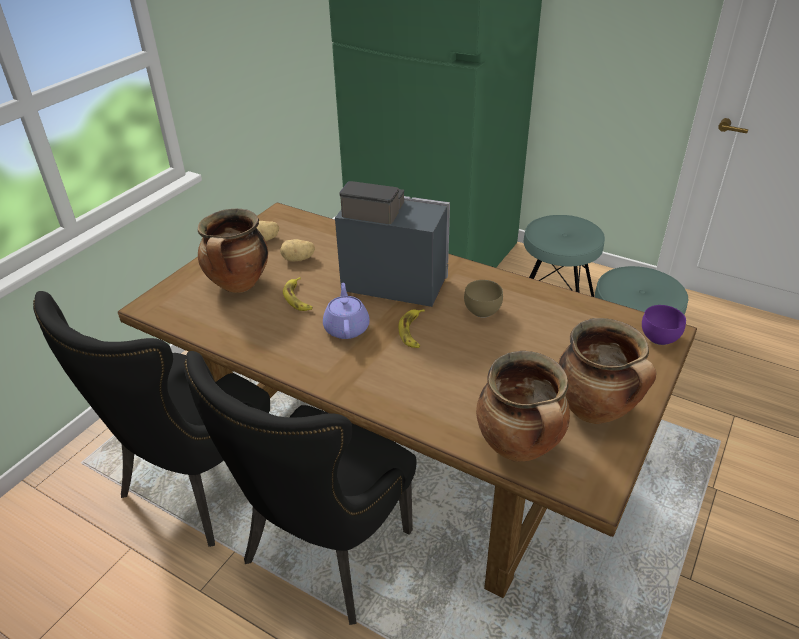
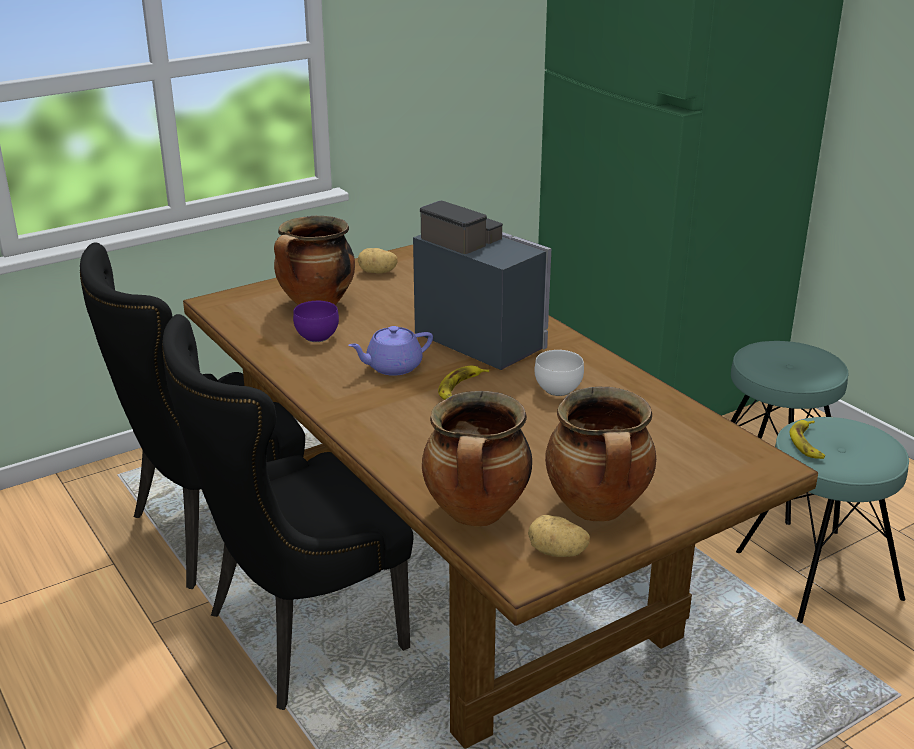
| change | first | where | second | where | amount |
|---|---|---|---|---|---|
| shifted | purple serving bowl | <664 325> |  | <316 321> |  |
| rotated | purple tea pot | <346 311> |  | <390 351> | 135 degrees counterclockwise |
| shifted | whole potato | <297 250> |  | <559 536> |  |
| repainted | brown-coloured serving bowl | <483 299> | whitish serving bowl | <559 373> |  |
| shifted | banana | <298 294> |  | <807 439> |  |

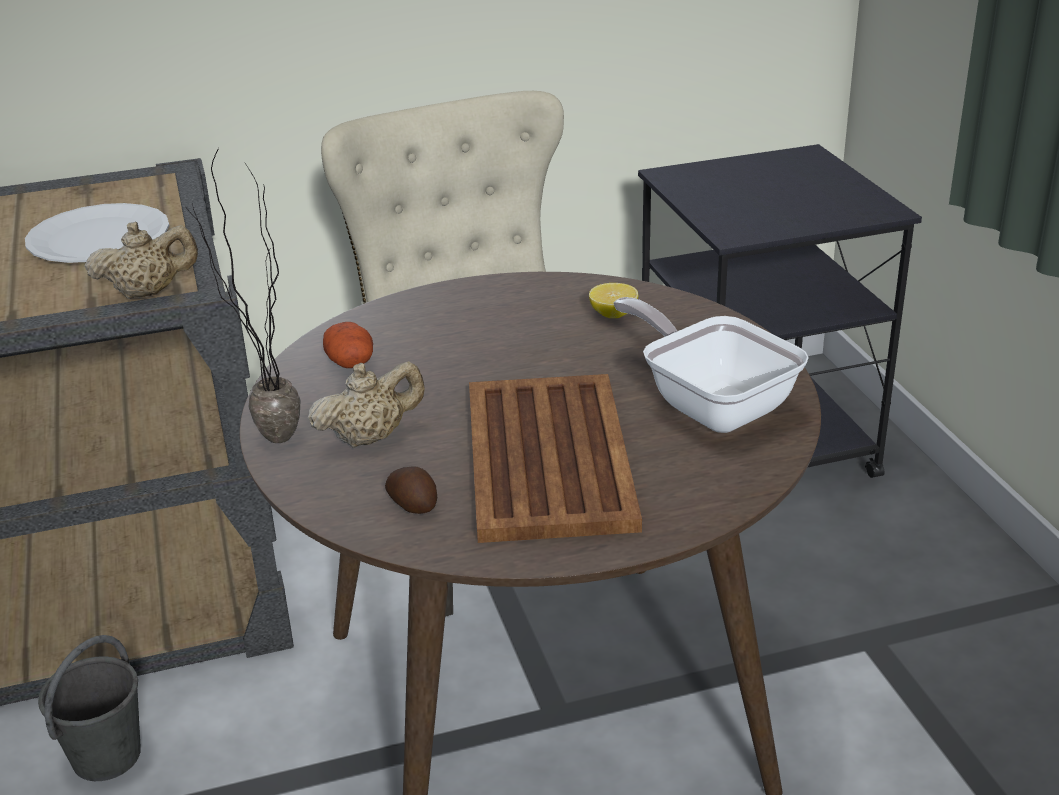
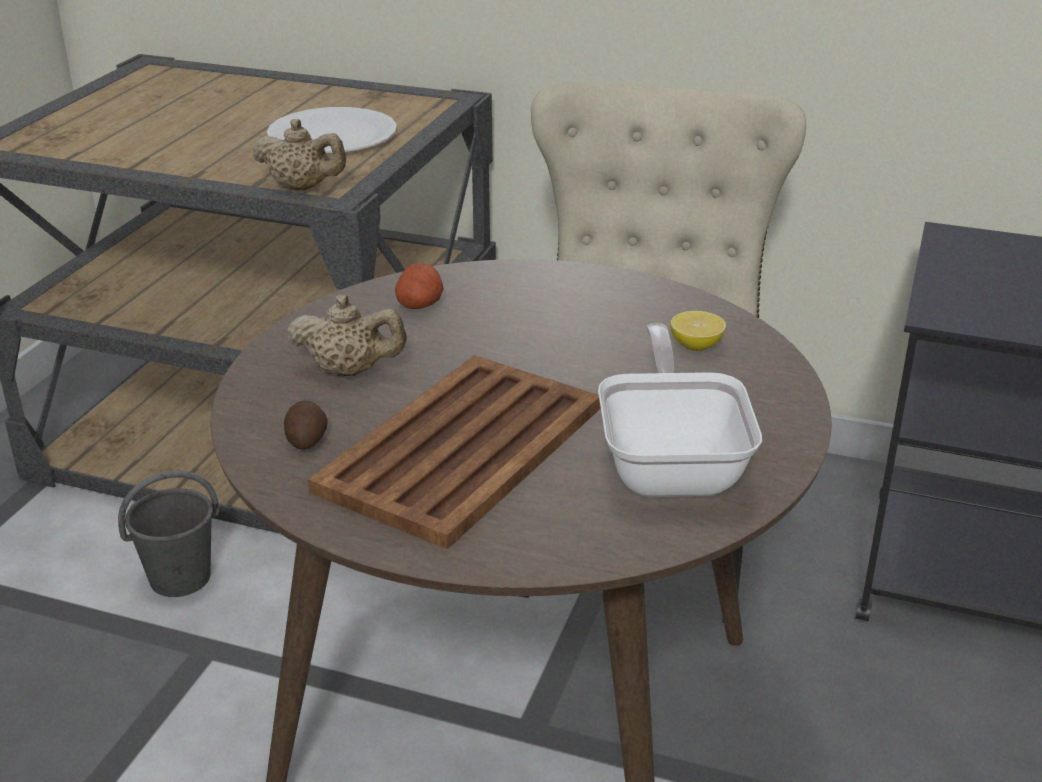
| change | first | where | second | where | amount |
|---|---|---|---|---|---|
| gone | houseplant | <242 295> |  |  |  |

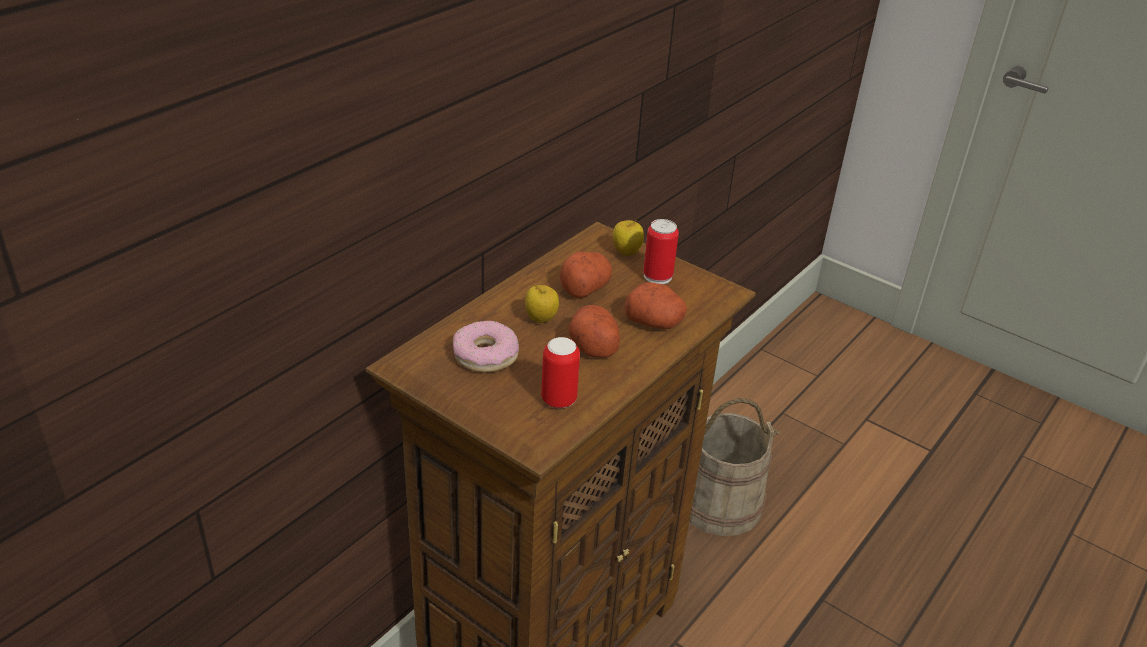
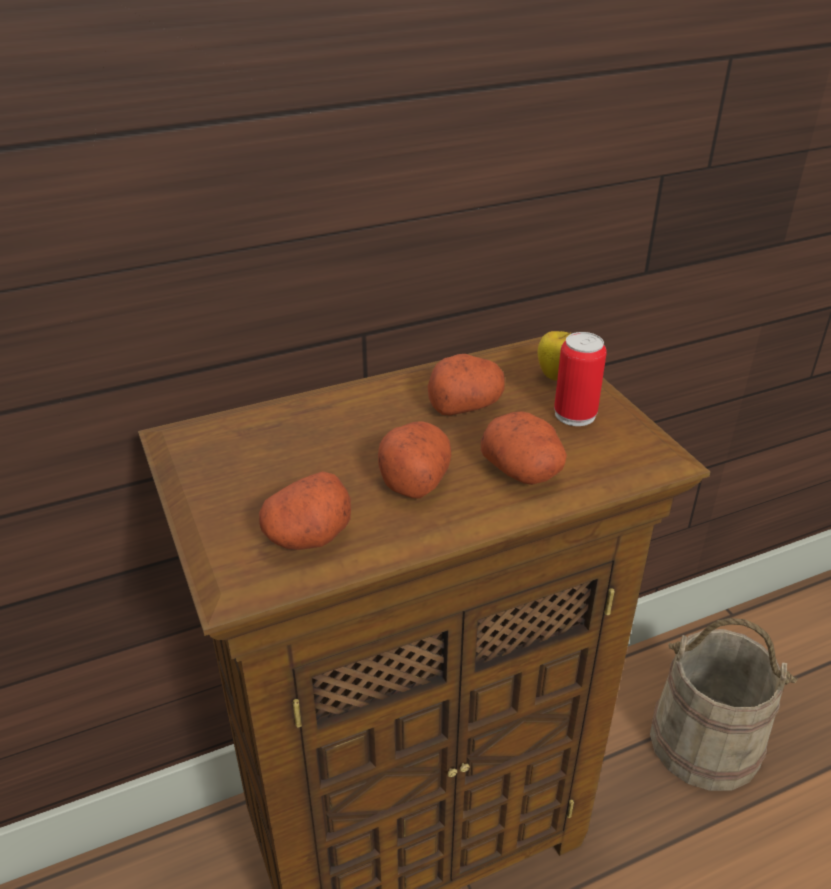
| change | first | where | second | where | amount |
|---|---|---|---|---|---|
| swapped | sealed can | <560 372> | whole potato | <305 510> |  |
| gone | ring doughnut | <486 346> |  |  |  |
| gone | apple | <542 304> |  |  |  |

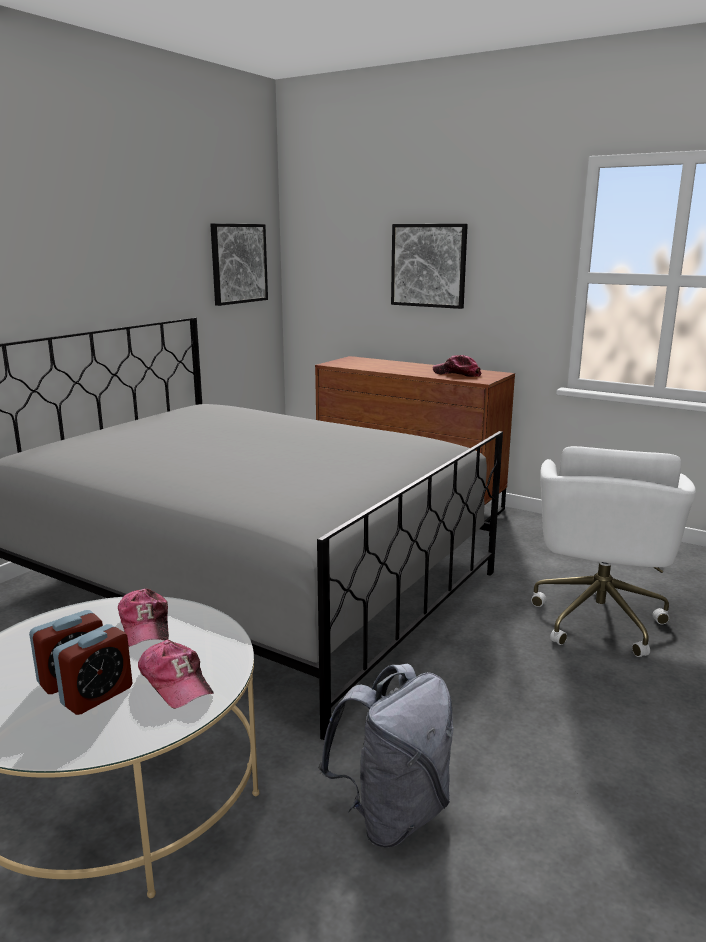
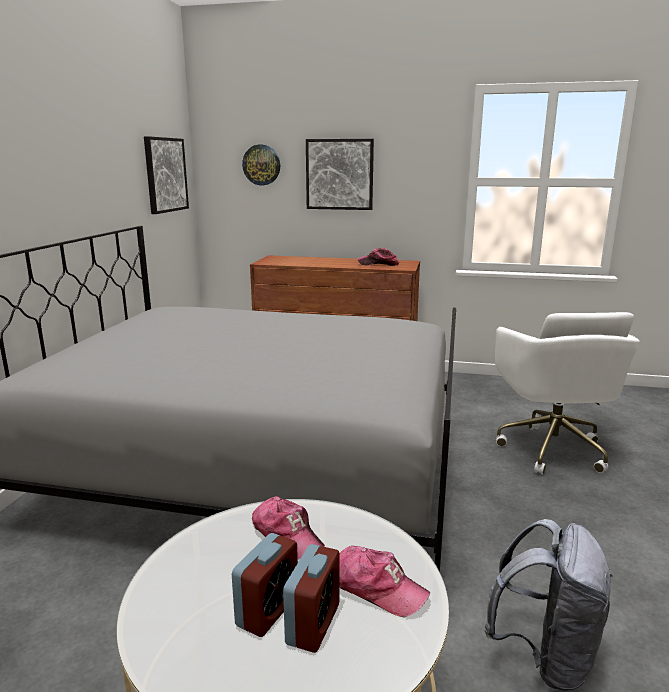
| change | first | where | second | where | amount |
|---|---|---|---|---|---|
| new |  |  | wall clock | <261 165> |  |

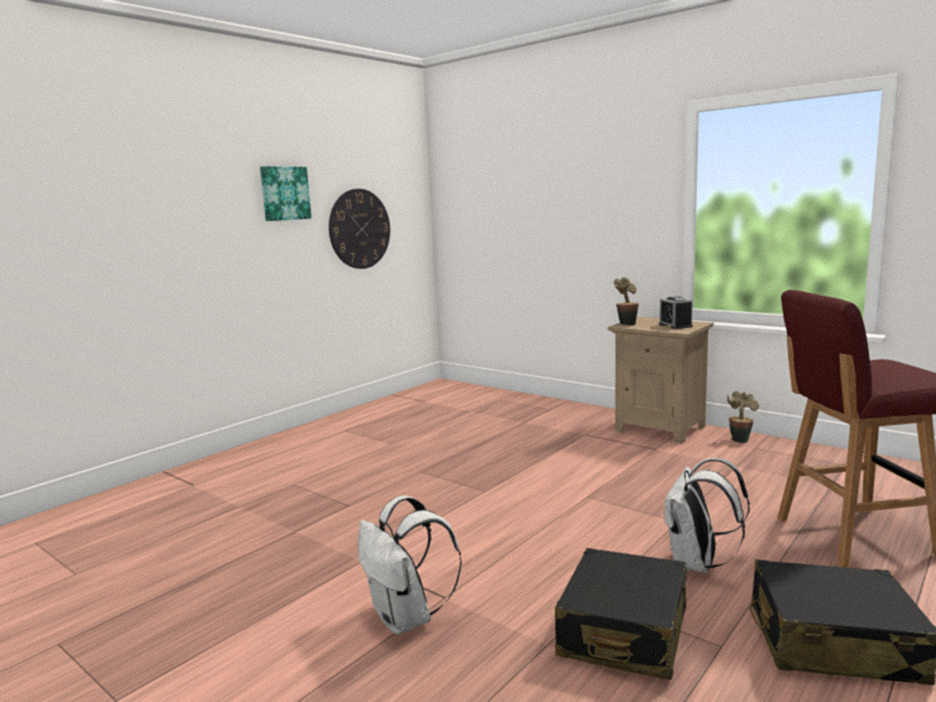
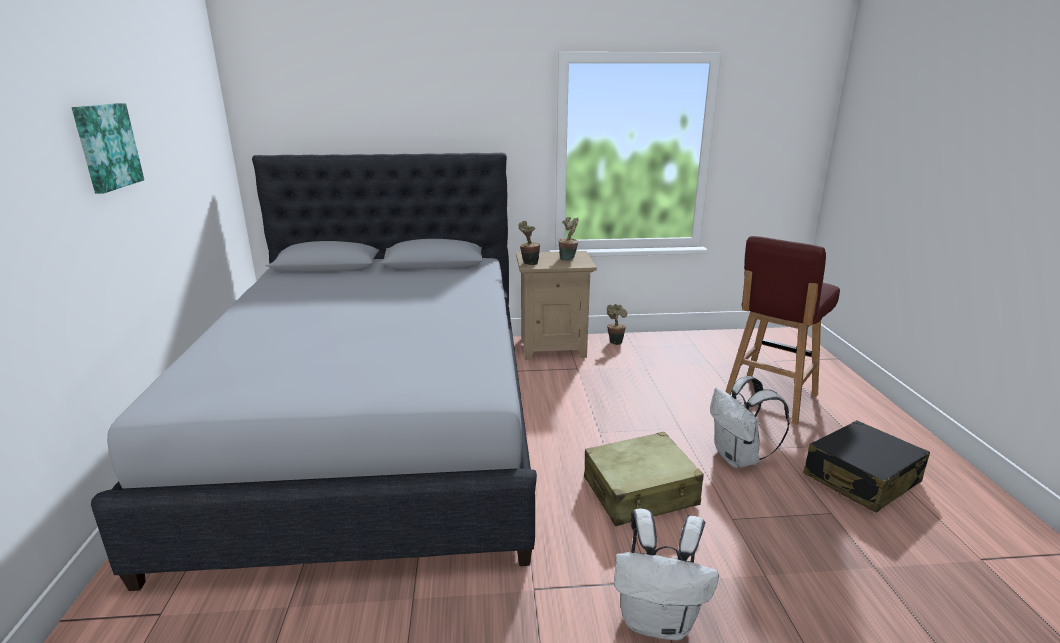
| change | first | where | second | where | amount |
|---|---|---|---|---|---|
| new |  |  | greyish sleeping bed | <314 372> |  |
| swapped | alarm clock | <676 312> | houseplant | <568 239> |  |
| new |  |  | sand-coloured travel case | <644 479> |  |
| gone | wall clock | <359 229> |  |  |  |
| gone | blackish travel case | <620 614> |  |  |  |

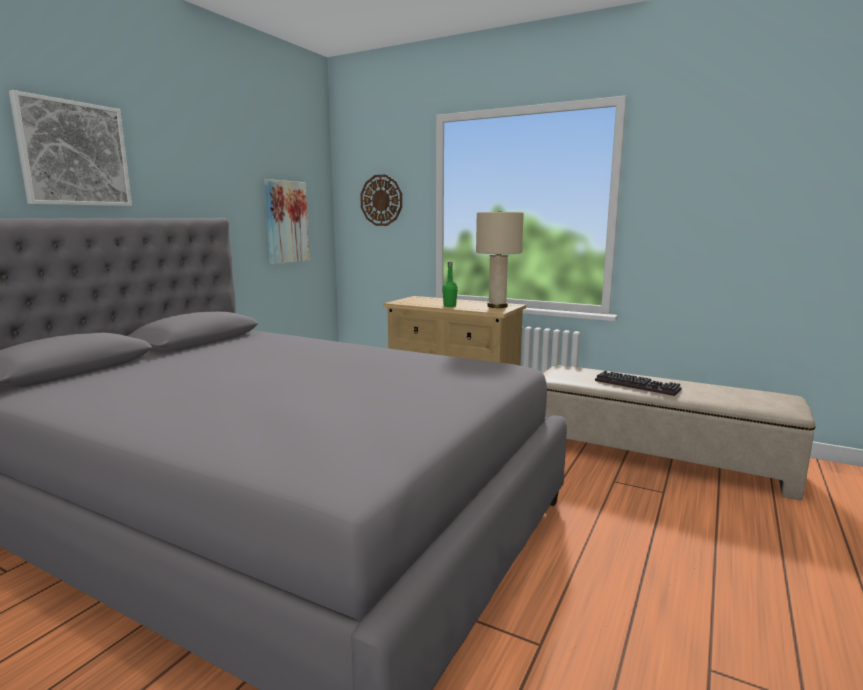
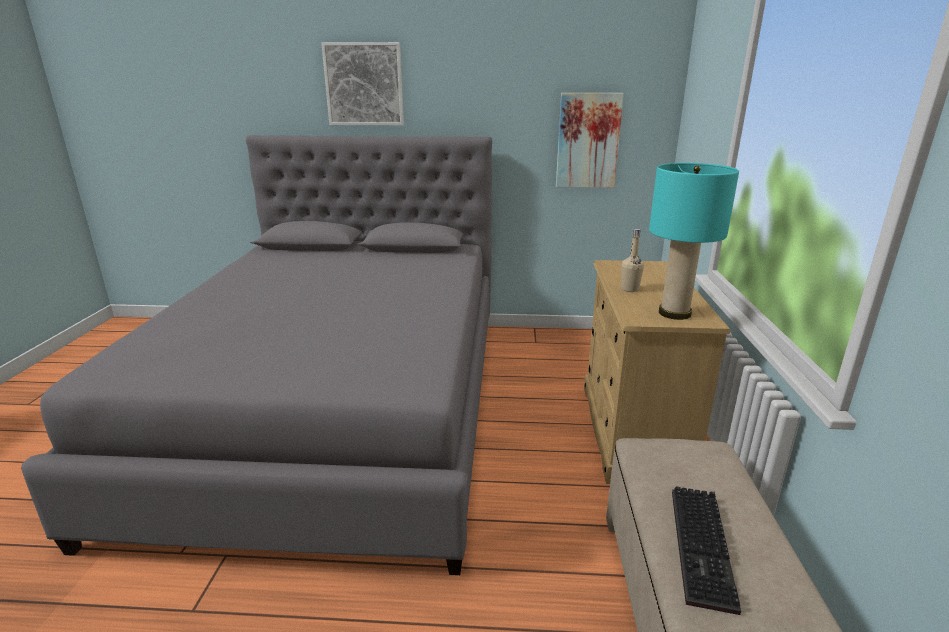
| change | first | where | second | where | amount |
|---|---|---|---|---|---|
| repainted | green-coloured bottle | <450 284> | sand-coloured bottle | <632 260> |  |
| repainted | sand-coloured tabletop lamp | <500 259> | turquoise tabletop lamp | <694 241> |  |
| gone | wall clock | <381 200> |  |  |  |

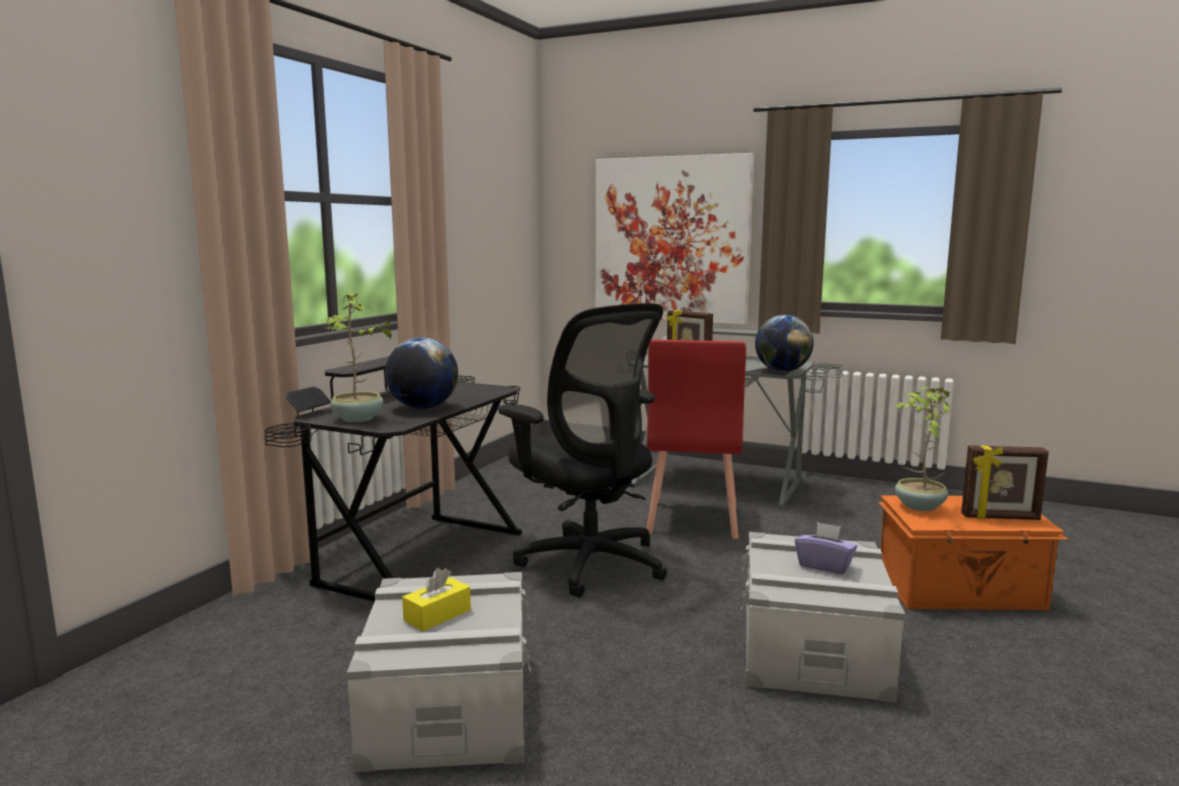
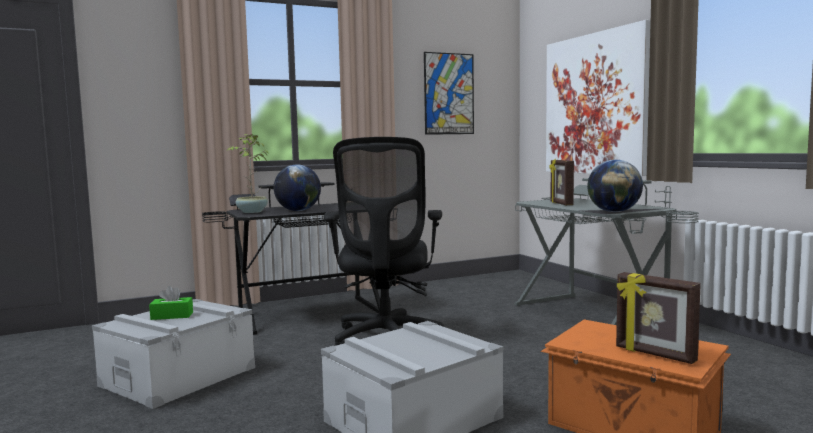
| change | first | where | second | where | amount |
|---|---|---|---|---|---|
| repainted | yellow box of tissues | <436 599> | green-coloured box of tissues | <171 303> |  |
| new |  |  | wall picture | <449 93> |  |
| gone | red chair | <696 439> |  |  |  |
| gone | purple box of tissues | <826 548> |  |  |  |
| gone | houseplant | <922 449> |  |  |  |

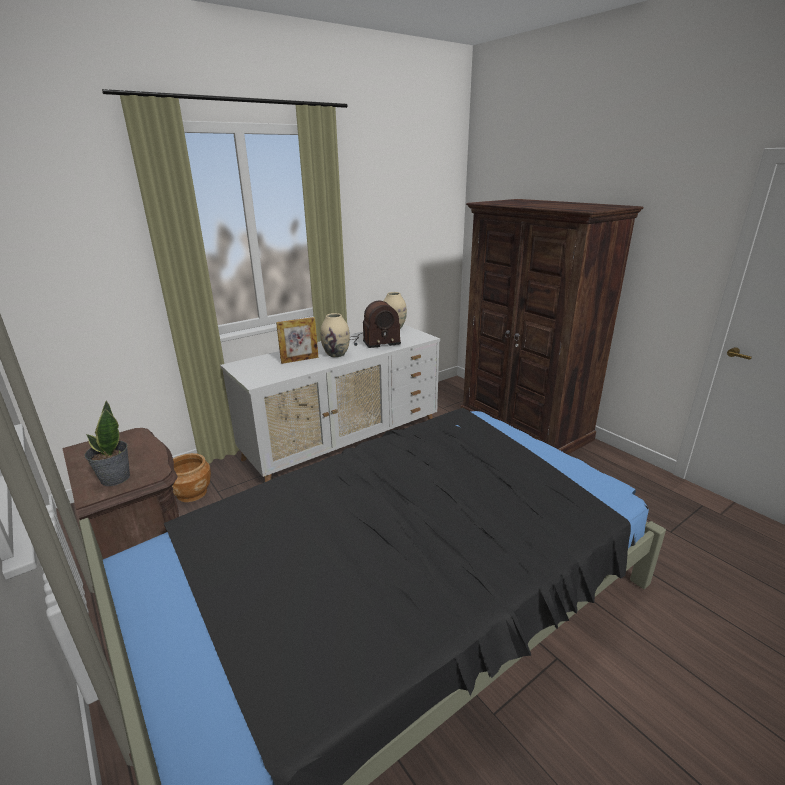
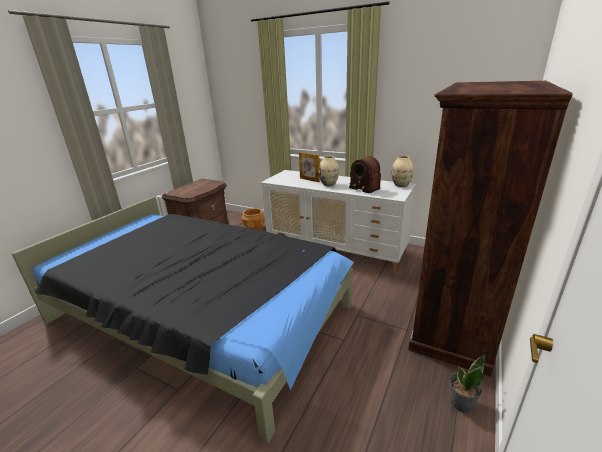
| change | first | where | second | where | amount |
|---|---|---|---|---|---|
| shifted | houseplant | <107 443> |  | <467 383> |  |

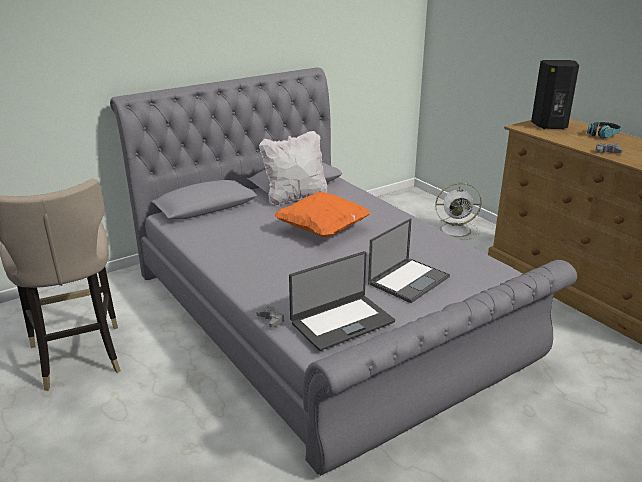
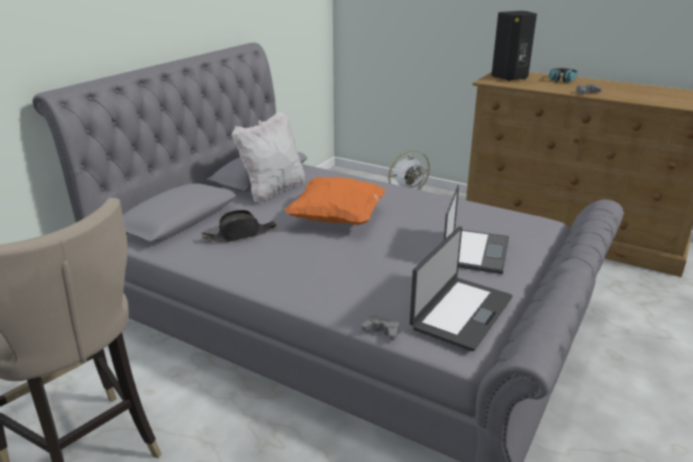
| change | first | where | second | where | amount |
|---|---|---|---|---|---|
| new |  |  | blackish hat | <239 226> |  |

